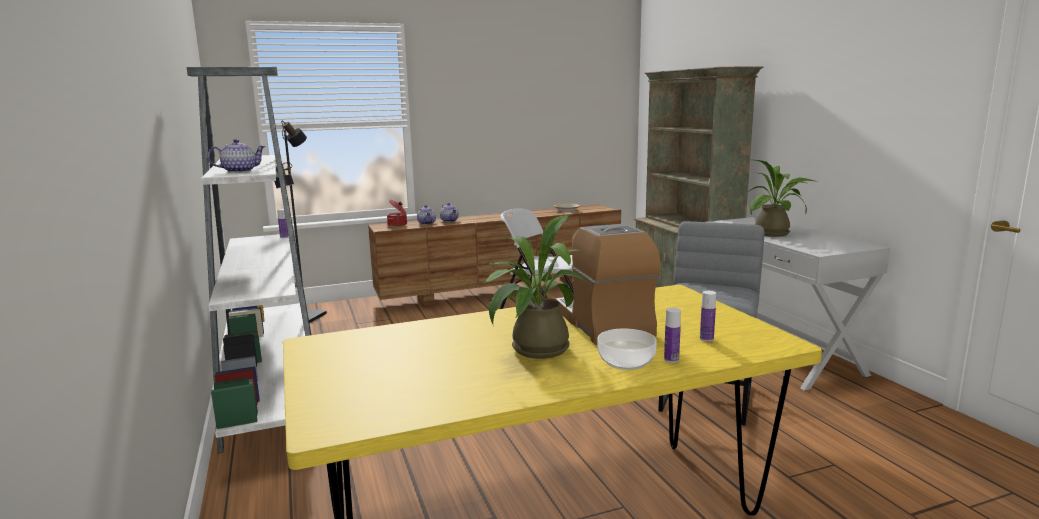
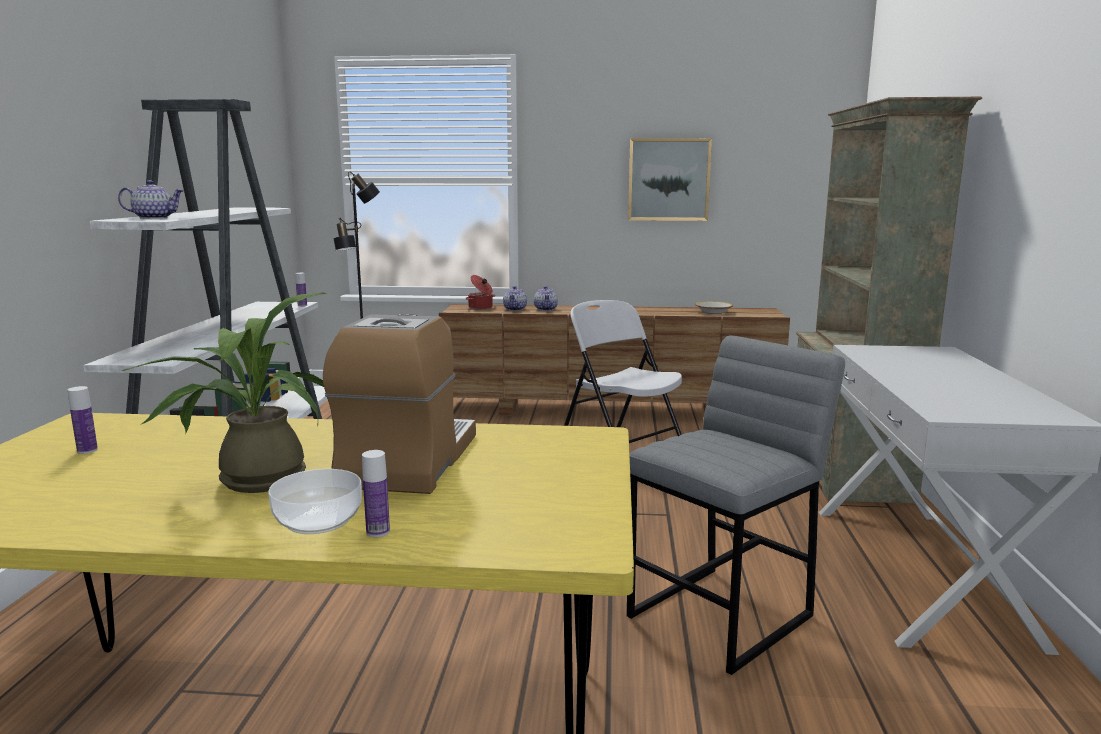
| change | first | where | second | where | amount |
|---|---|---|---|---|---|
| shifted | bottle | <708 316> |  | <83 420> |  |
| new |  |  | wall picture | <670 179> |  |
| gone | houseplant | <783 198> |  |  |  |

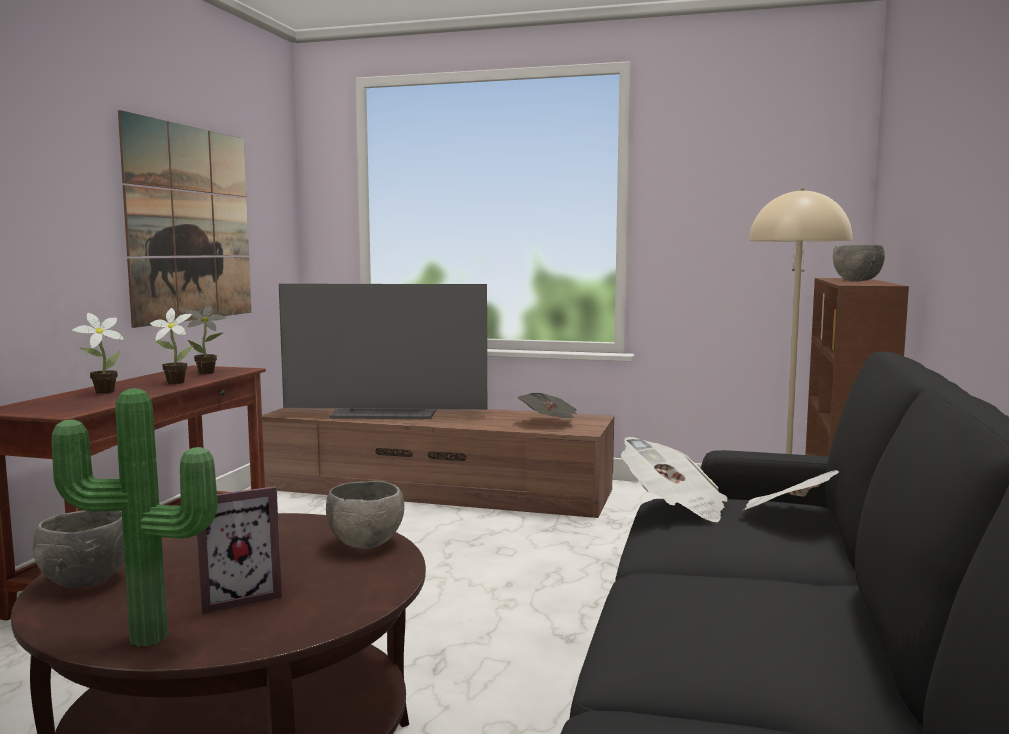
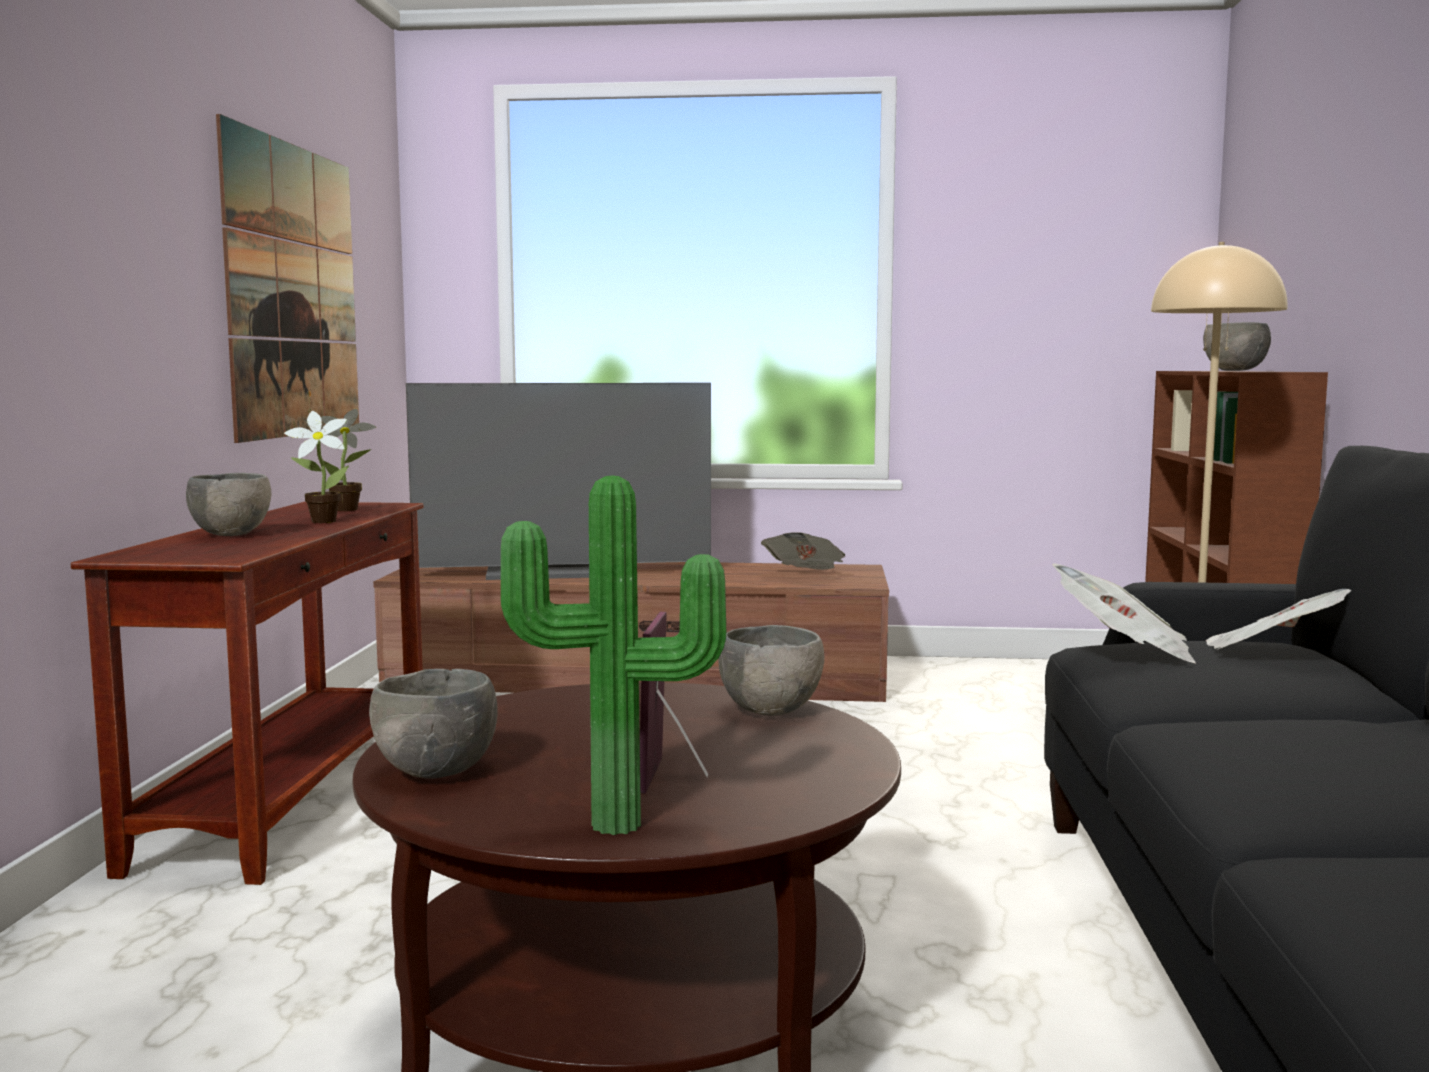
| change | first | where | second | where | amount |
|---|---|---|---|---|---|
| swapped | houseplant | <98 353> | greyish serving bowl | <228 504> |  |
| rotated | photo frame | <239 550> |  | <674 702> | 135 degrees clockwise |

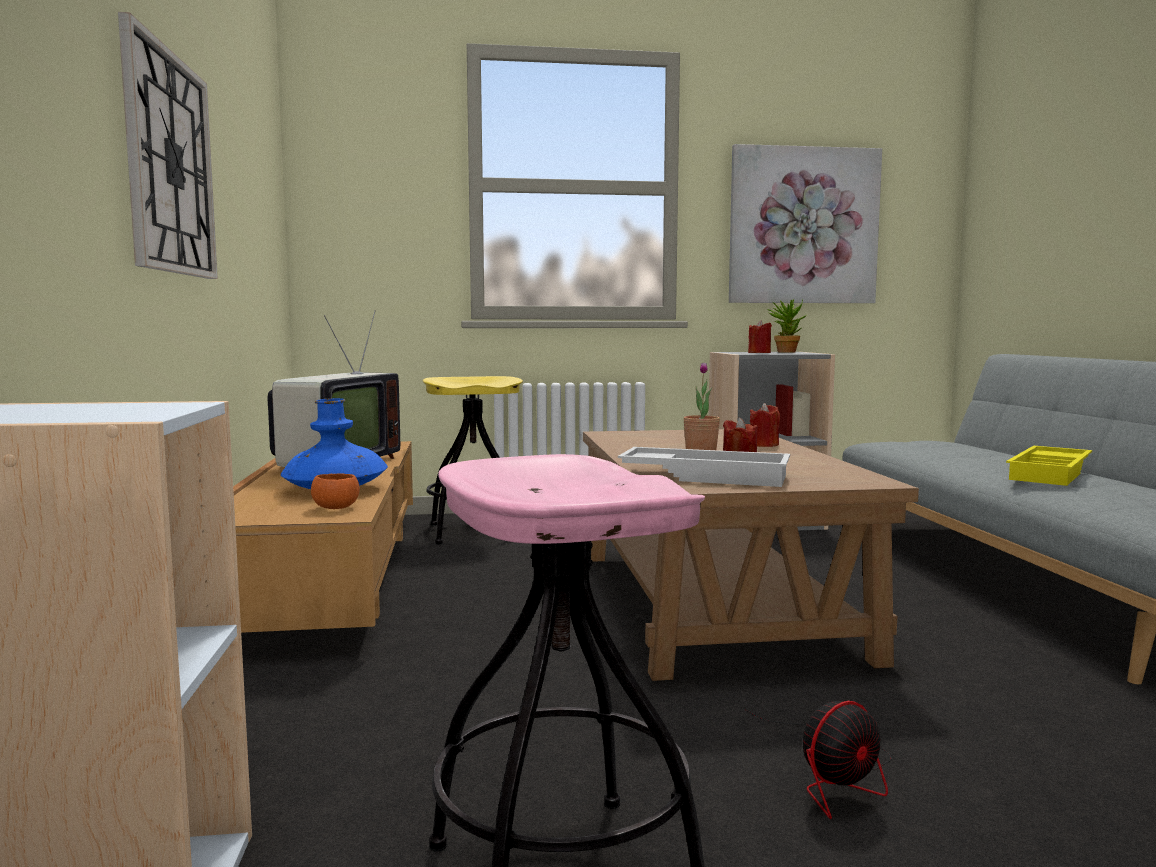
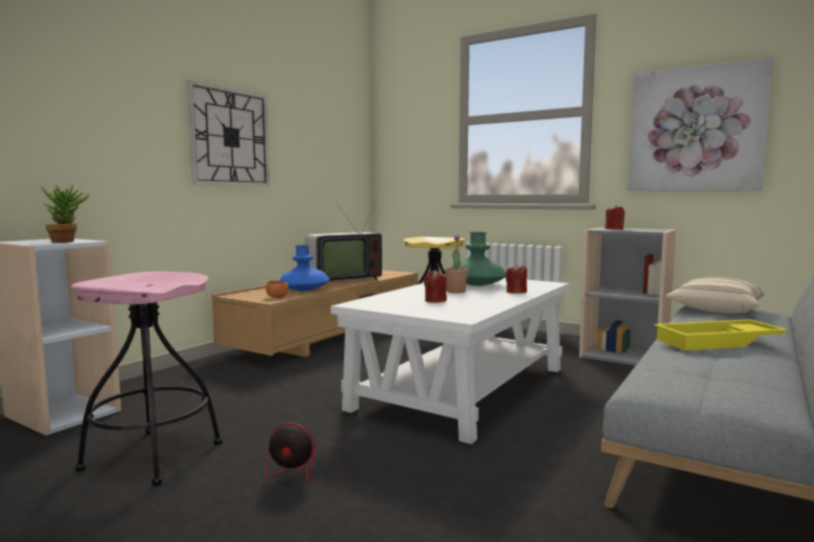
| change | first | where | second | where | amount |
|---|---|---|---|---|---|
| shifted | houseplant | <787 326> |  | <64 214> |  |
| repainted | brown-coloured coffee table | <751 555> | whitish coffee table | <450 361> |  |
| new |  |  | green-coloured flower vase | <478 259> |  |
| new |  |  | sand-coloured pillow | <715 295> |  |
| gone | whitish serving tray | <704 467> |  |  |  |

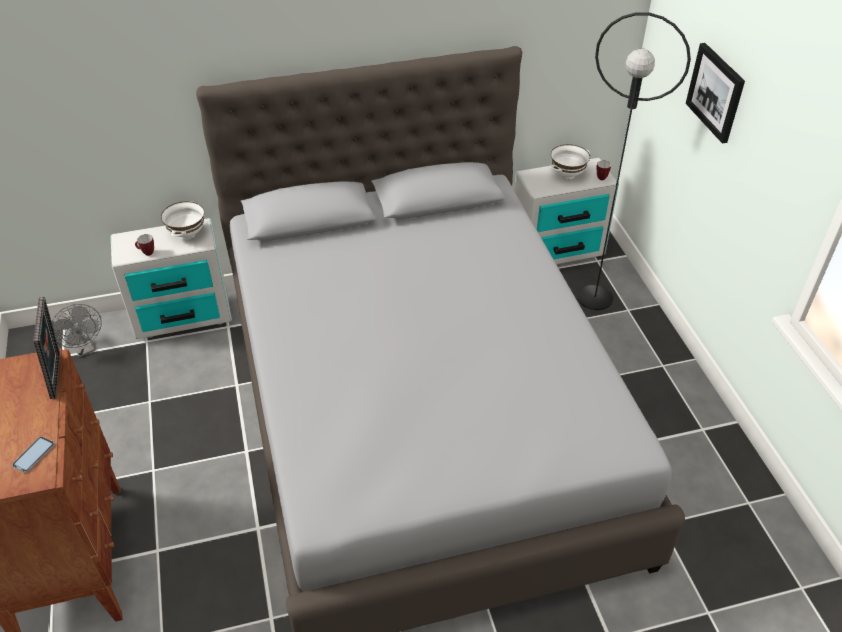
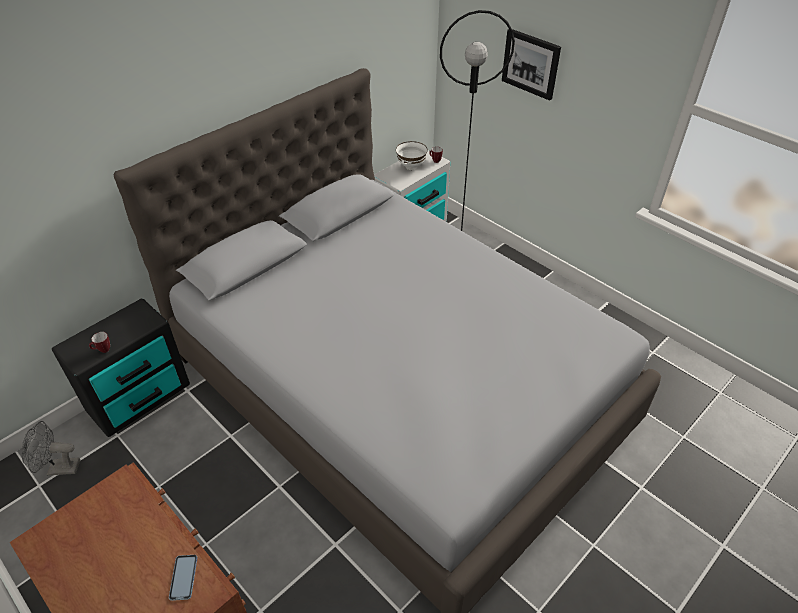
| change | first | where | second | where | amount |
|---|---|---|---|---|---|
| rotated | greyish electric fan | <77 330> |  | <51 448> | 150 degrees clockwise |
| repainted | whitish nightstand | <171 278> | blackish nightstand | <121 367> |  |
| gone | photo frame | <46 348> |  |  |  |
| gone | whitish serving bowl | <182 220> |  |  |  |

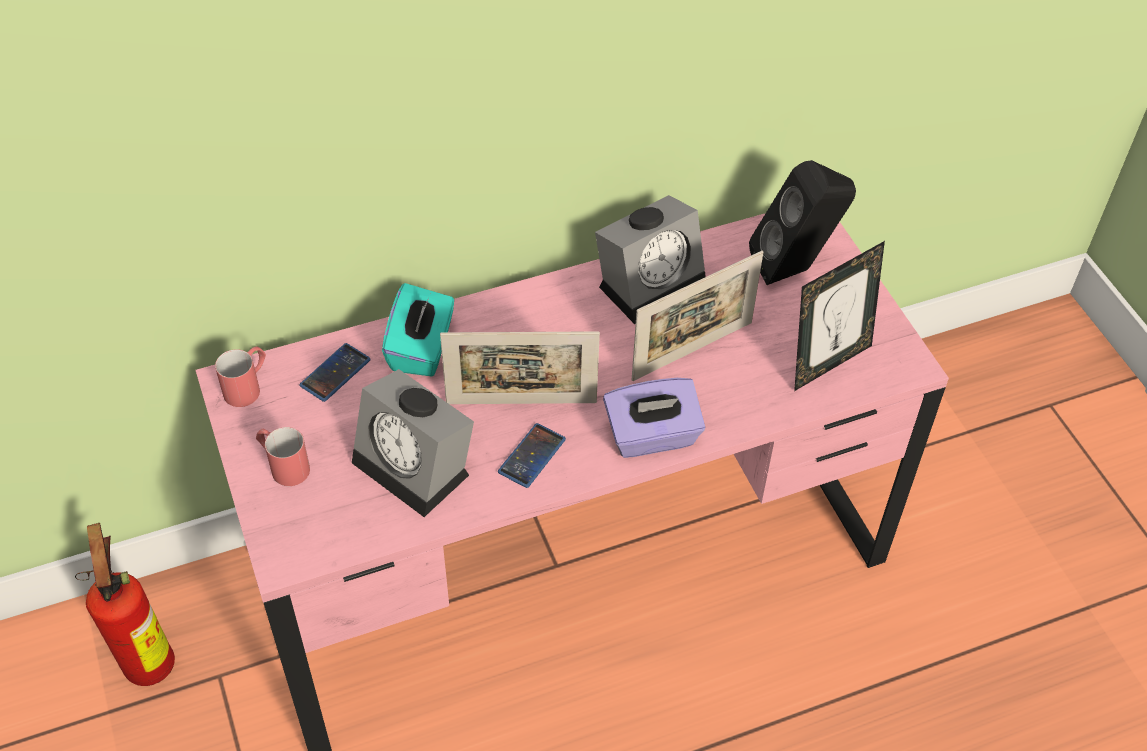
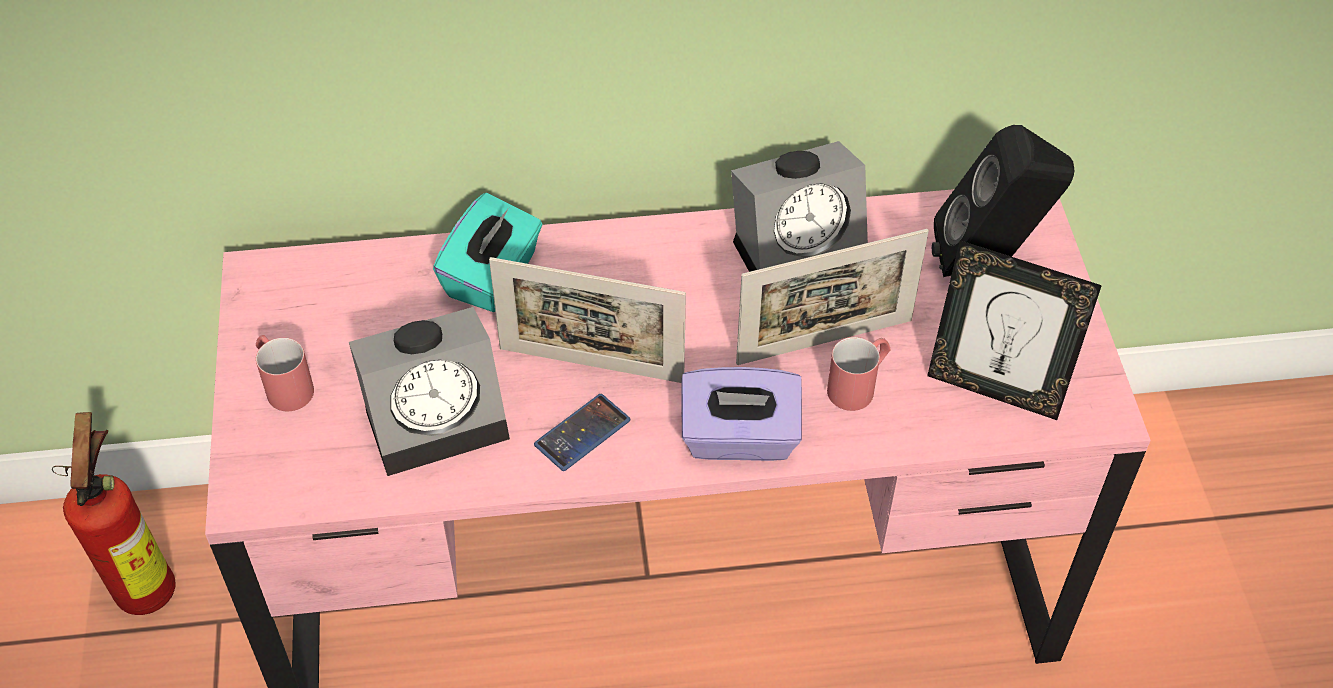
| change | first | where | second | where | amount |
|---|---|---|---|---|---|
| rotated | alarm clock | <413 443> |  | <429 391> | 75 degrees counterclockwise |
| shifted | red coffee mug | <240 376> |  | <858 374> |  |
| rotated | photo frame | <839 316> |  | <1014 330> | 45 degrees clockwise |
| gone | phone | <335 372> |  |  |  |

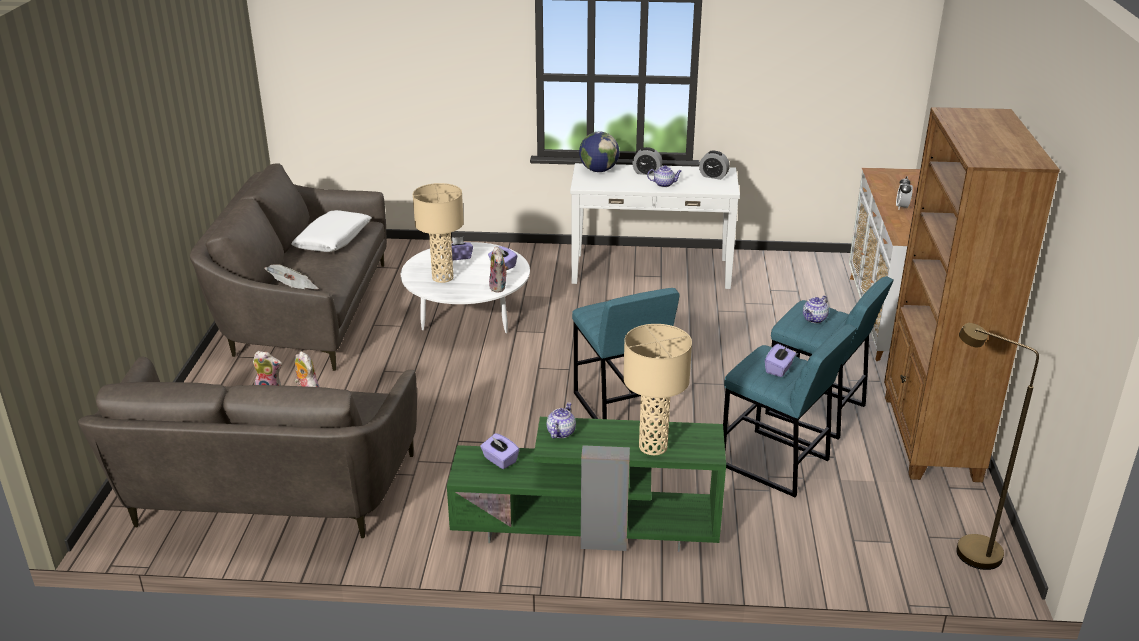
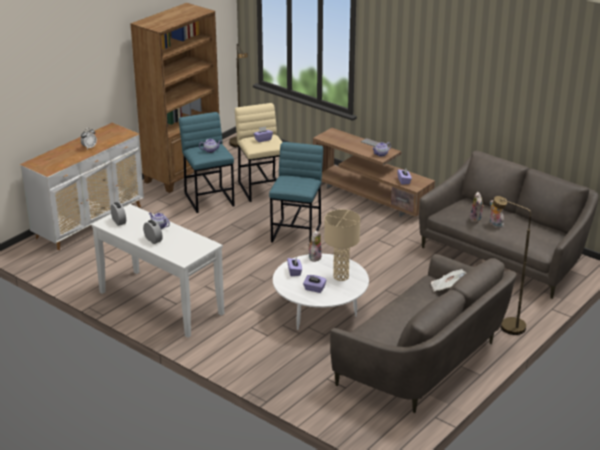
| change | first | where | second | where | amount |
|---|---|---|---|---|---|
| repainted | bluish stool | <790 410> | sand-coloured stool | <258 152> |  |
| repainted | green-coloured tv stand | <586 484> | brown-coloured tv stand | <374 172> |  |
| new |  |  | brown-coloured floor lamp | <512 265> |  |
| gone | whitish pillow | <331 231> |  |  |  |
| gone | globe | <599 151> |  |  |  |
| gone | sand-coloured tabletop lamp | <657 389> |  |  |  |

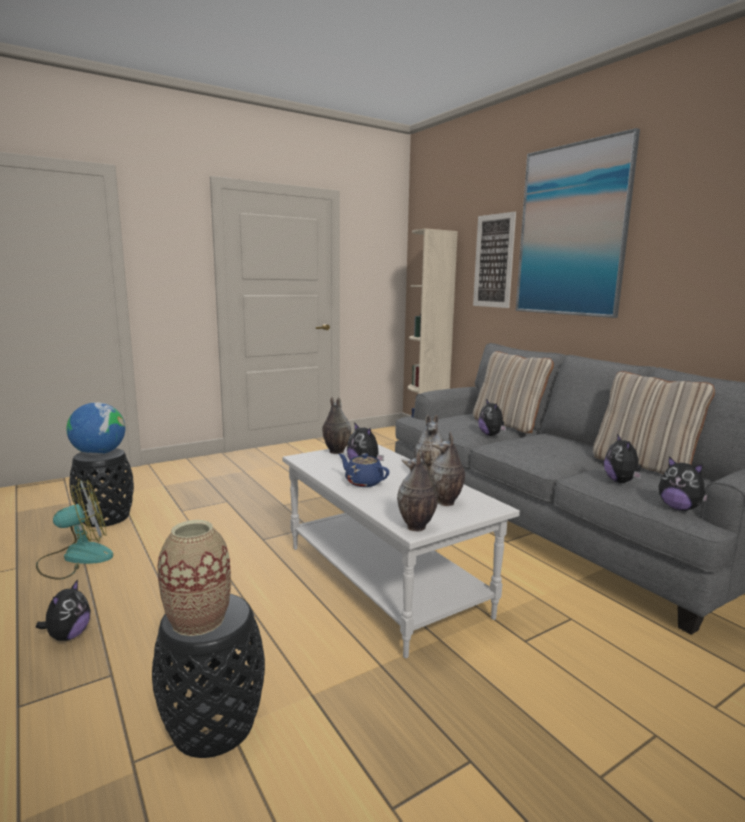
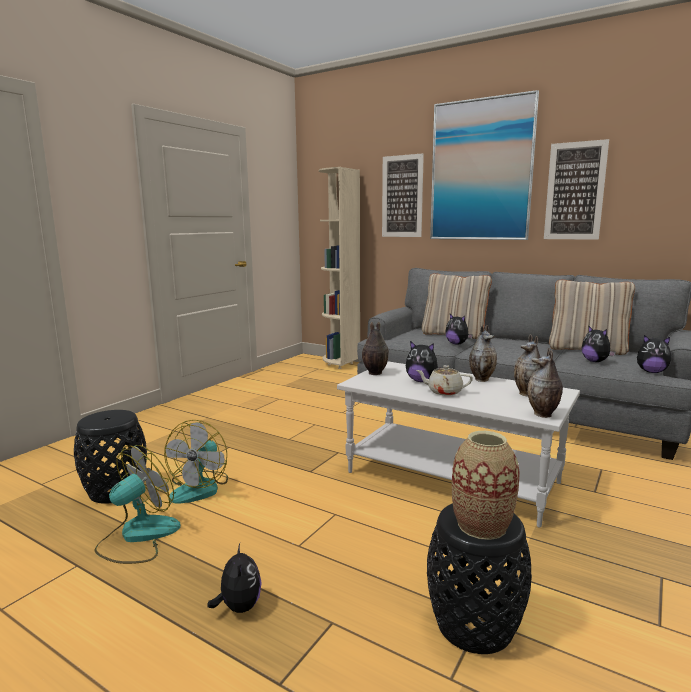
| change | first | where | second | where | amount |
|---|---|---|---|---|---|
| new |  |  | electric fan | <196 461> |  |
| repainted | bluish tea pot | <364 470> | sand-coloured tea pot | <444 380> |  |
| new |  |  | wall picture | <576 189> |  |
| gone | globe | <95 428> |  |  |  |

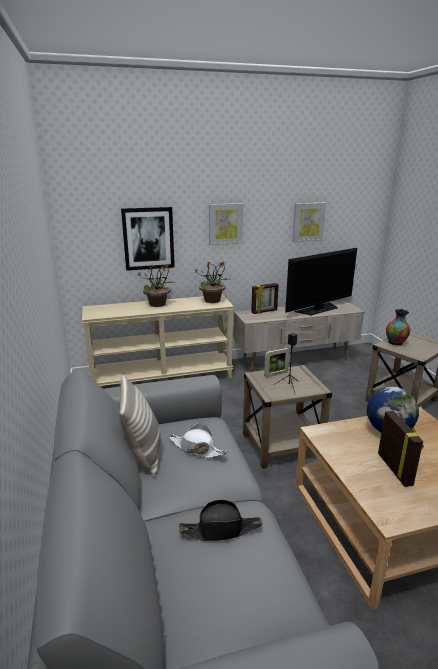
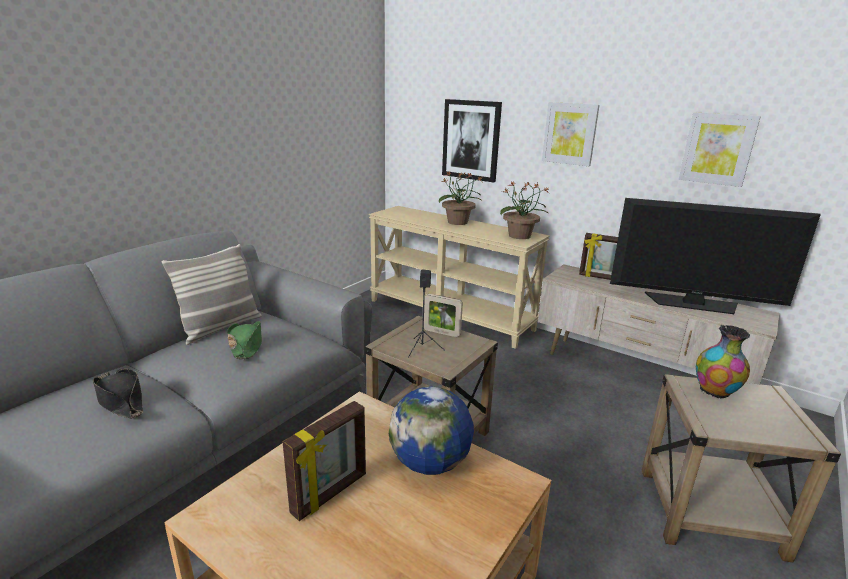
| change | first | where | second | where | amount |
|---|---|---|---|---|---|
| repainted | whitish hat | <198 440> | green-coloured hat | <244 340> |  |

